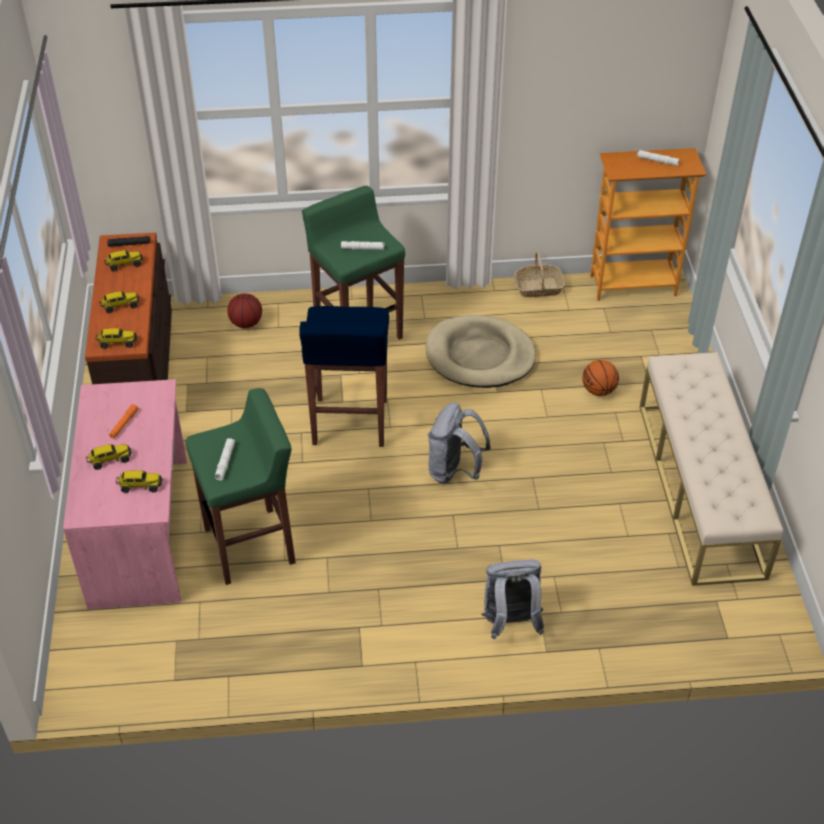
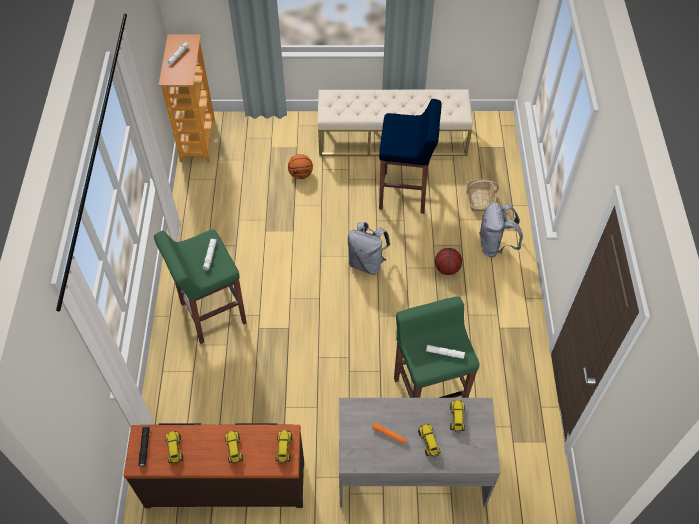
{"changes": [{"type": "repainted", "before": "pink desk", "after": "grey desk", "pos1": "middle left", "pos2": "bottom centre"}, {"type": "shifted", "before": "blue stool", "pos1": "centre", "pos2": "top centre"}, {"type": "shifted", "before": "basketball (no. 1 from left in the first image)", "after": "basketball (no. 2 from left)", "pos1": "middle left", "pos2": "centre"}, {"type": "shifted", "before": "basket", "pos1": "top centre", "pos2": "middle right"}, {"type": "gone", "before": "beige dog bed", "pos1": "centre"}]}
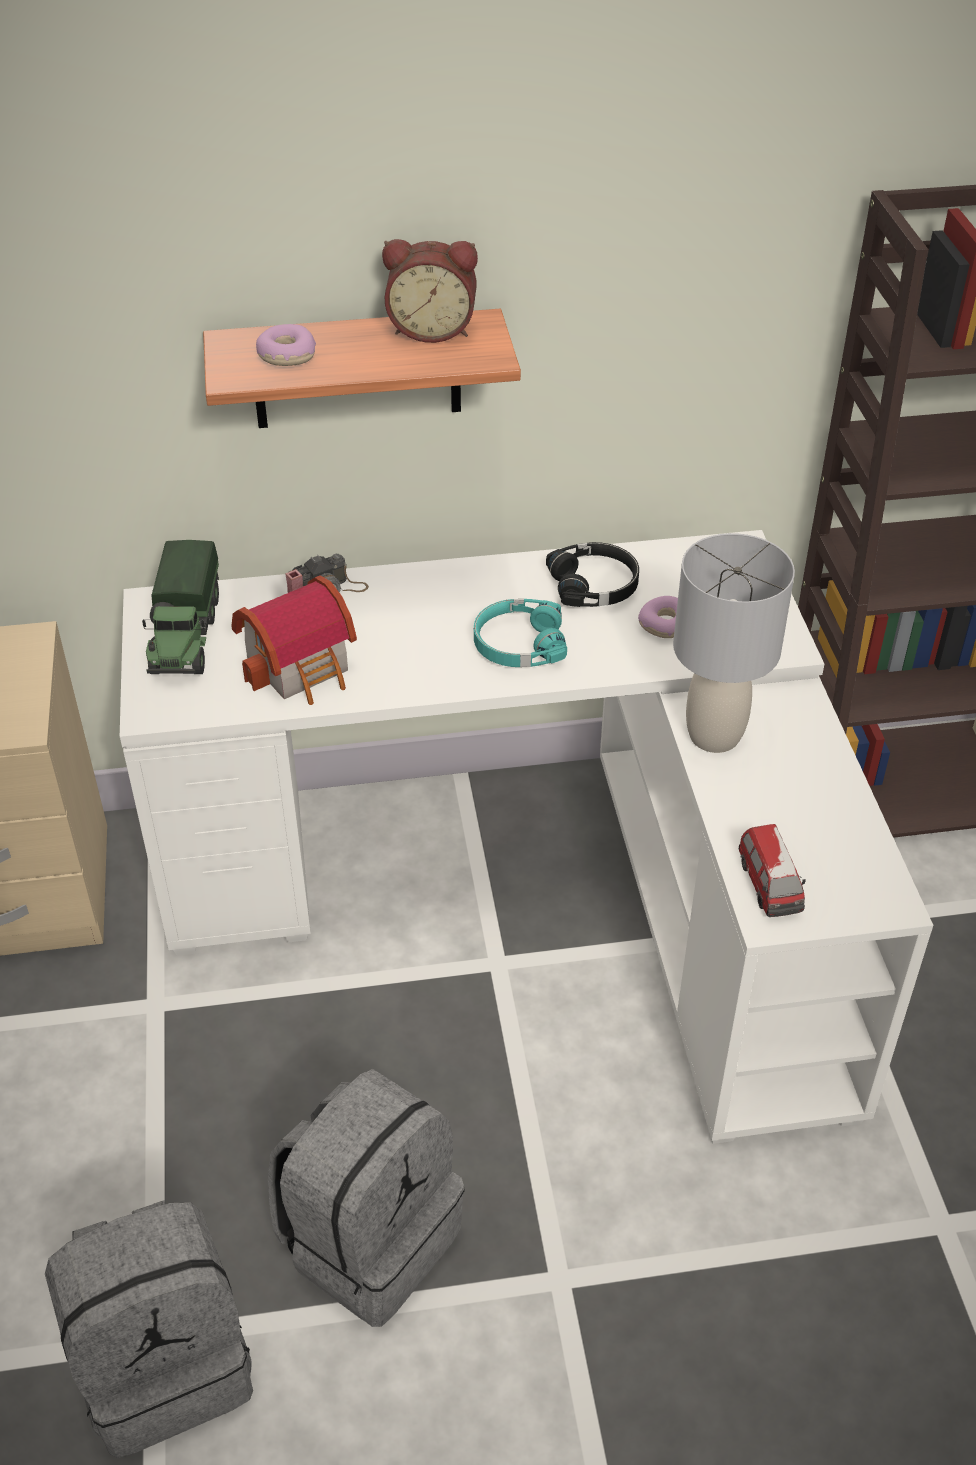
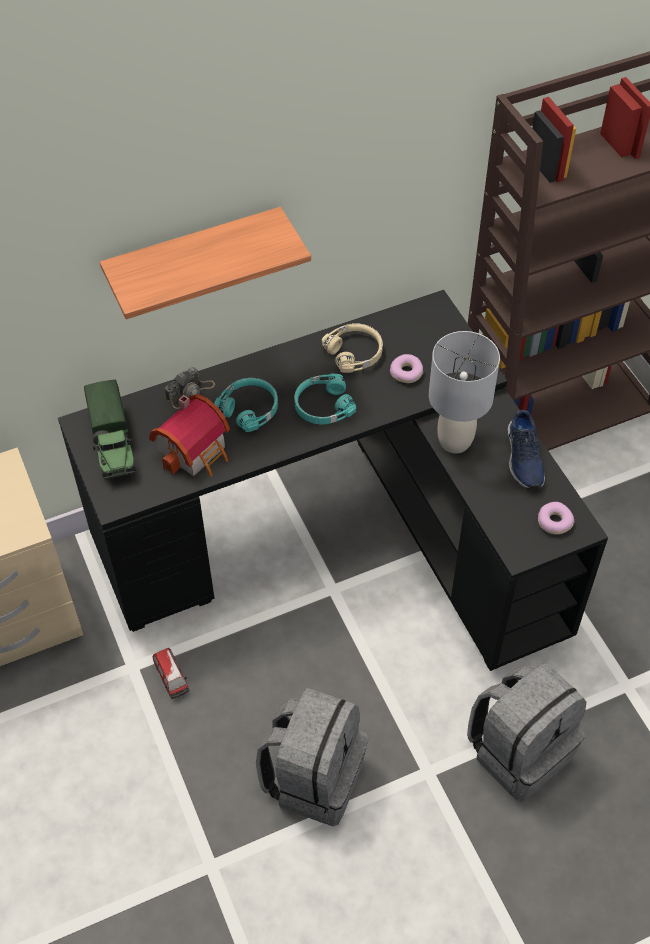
{"changes": [{"type": "repainted", "before": "white desk", "after": "black desk", "pos1": "centre", "pos2": "centre"}, {"type": "shifted", "before": "toy car", "pos1": "middle right", "pos2": "bottom left"}, {"type": "new", "after": "turquoise headphones (no. 1 from left)", "pos2": "centre"}, {"type": "repainted", "before": "black headphones", "after": "beige headphones", "pos1": "centre", "pos2": "centre"}, {"type": "shifted", "before": "grey backpack (no. 1 from left in the first image)", "after": "grey backpack (no. 2 from left)", "pos1": "bottom left", "pos2": "bottom right"}, {"type": "new", "after": "blue shoe", "pos2": "middle right"}, {"type": "shifted", "before": "donut (no. 1 from left in the first image)", "after": "donut (no. 2 from left)", "pos1": "top left", "pos2": "middle right"}, {"type": "gone", "before": "alarm clock", "pos1": "top centre"}]}
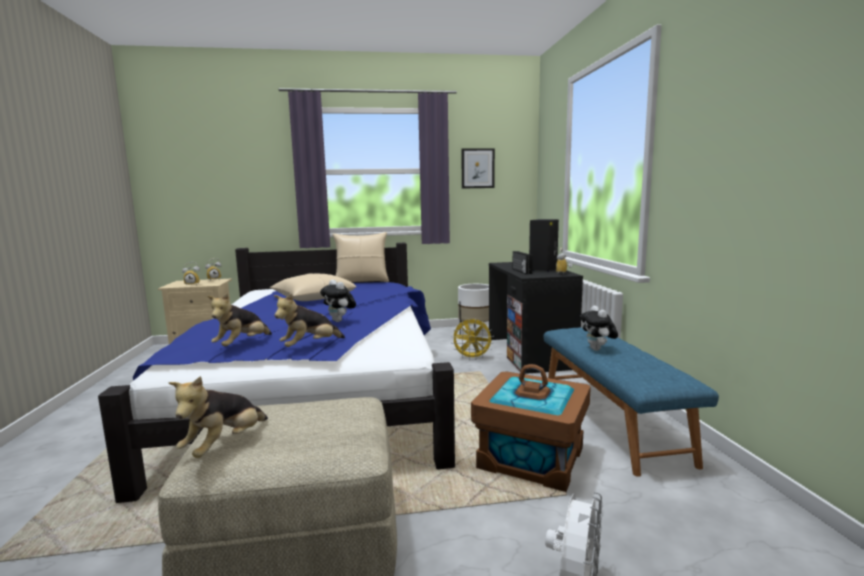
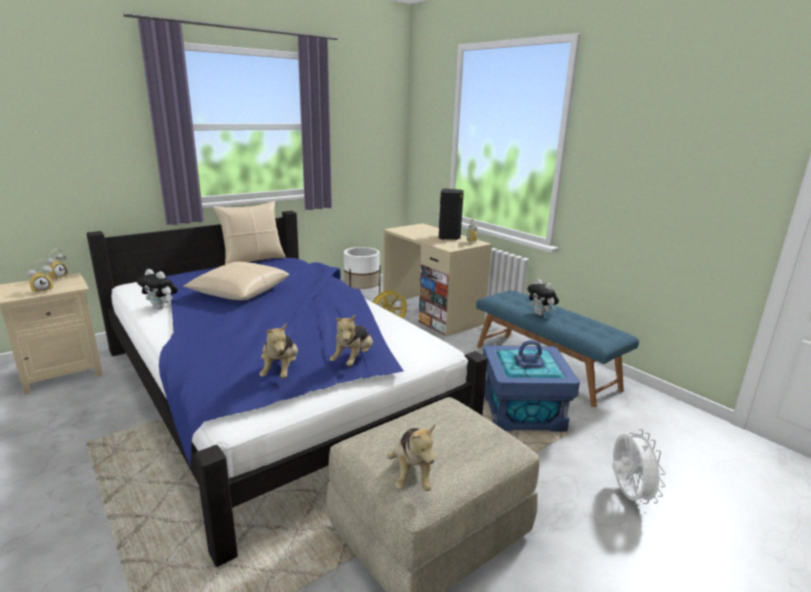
{"changes": [{"type": "shifted", "before": "plush toy (no. 4 from left in the first image)", "after": "plush toy (no. 1 from left)", "pos1": "centre", "pos2": "middle left"}, {"type": "repainted", "before": "black desk", "after": "beige desk", "pos1": "centre", "pos2": "centre"}, {"type": "repainted", "before": "brown storage box", "after": "blue storage box", "pos1": "bottom centre", "pos2": "centre"}, {"type": "gone", "before": "picture", "pos1": "top centre"}, {"type": "gone", "before": "radio", "pos1": "centre"}]}
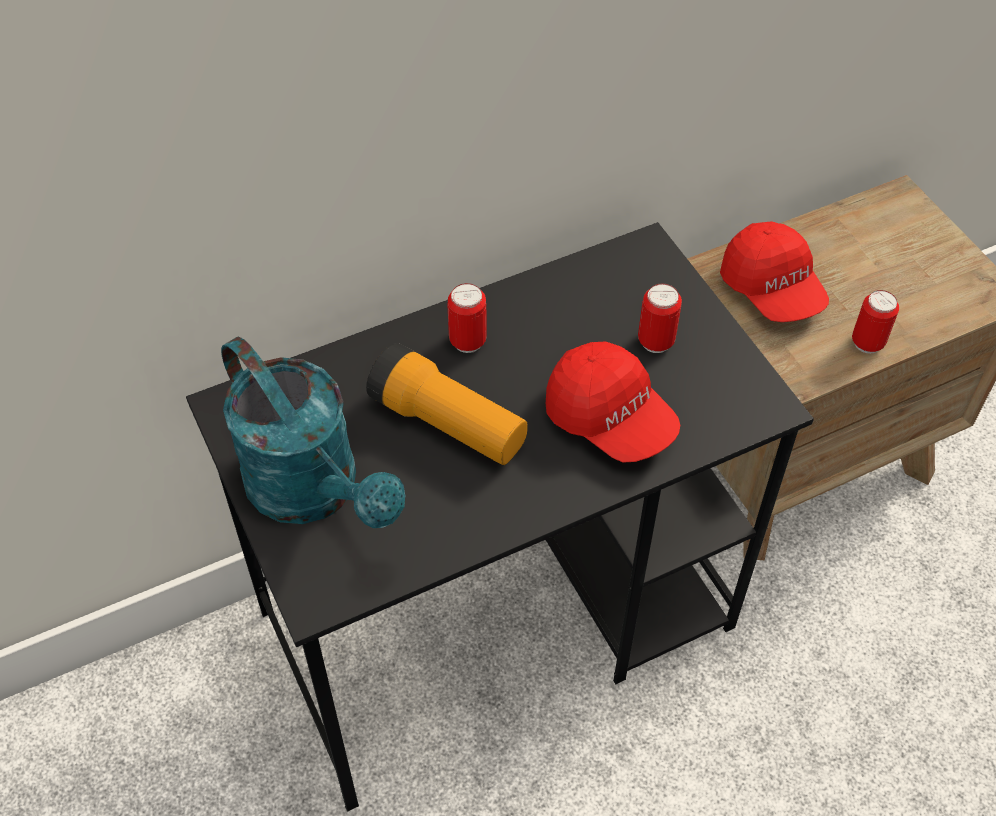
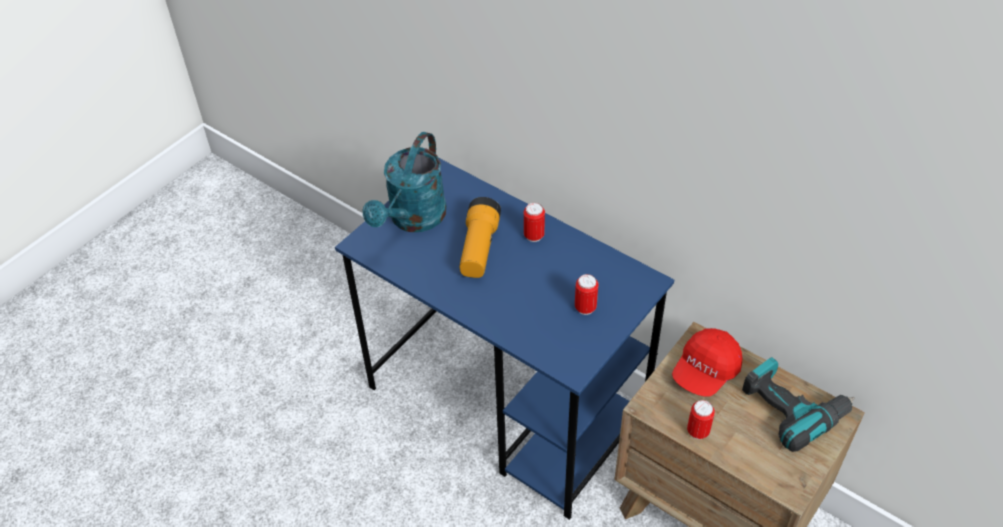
{"changes": [{"type": "repainted", "before": "black desk", "after": "blue desk", "pos1": "centre", "pos2": "centre"}, {"type": "new", "after": "power drill", "pos2": "bottom right"}, {"type": "gone", "before": "red cap (no. 1 from left)", "pos1": "centre"}]}
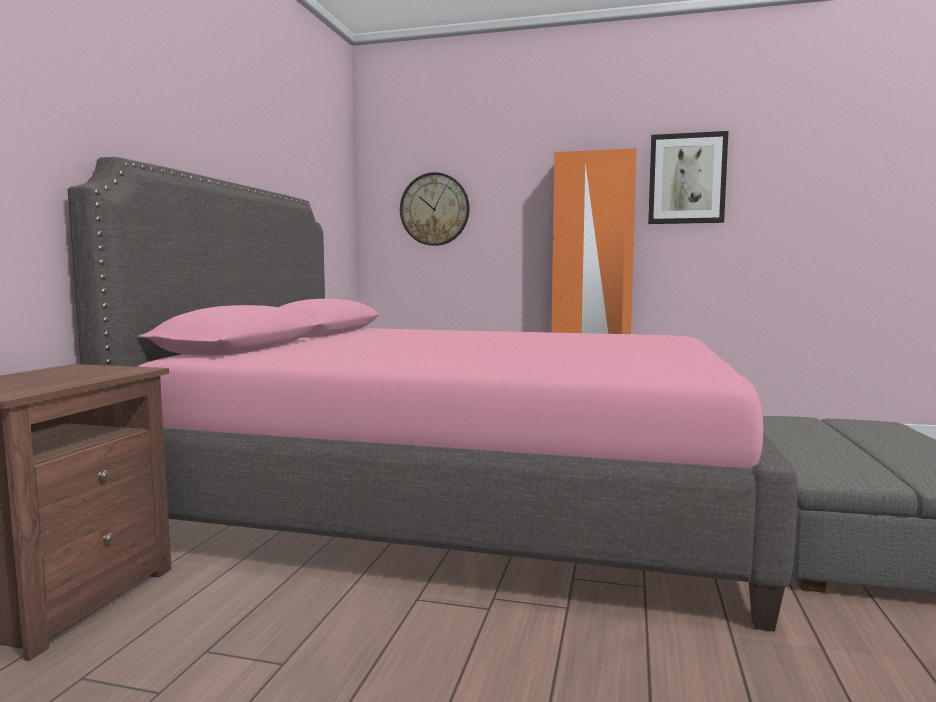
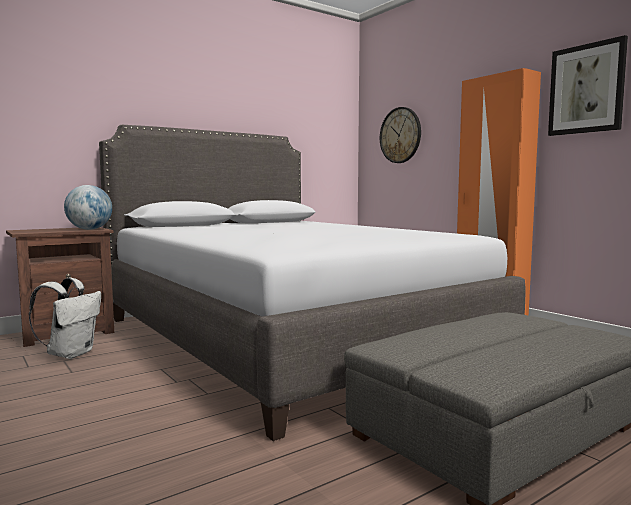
{"changes": [{"type": "new", "after": "white backpack", "pos2": "middle left"}, {"type": "new", "after": "globe", "pos2": "middle left"}, {"type": "repainted", "before": "pink bed", "after": "grey bed", "pos1": "centre", "pos2": "centre"}]}
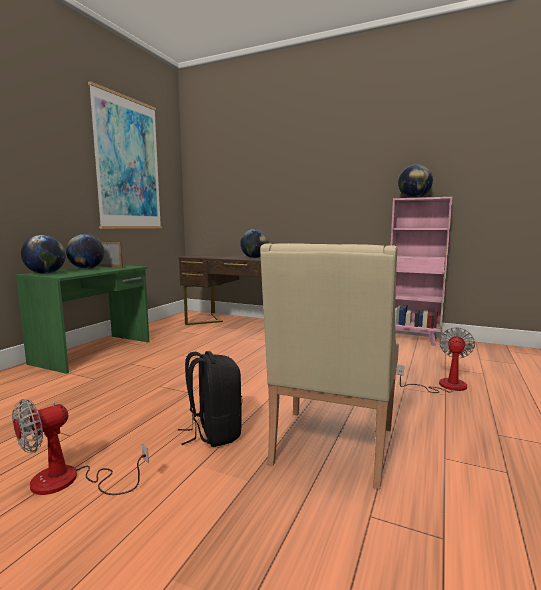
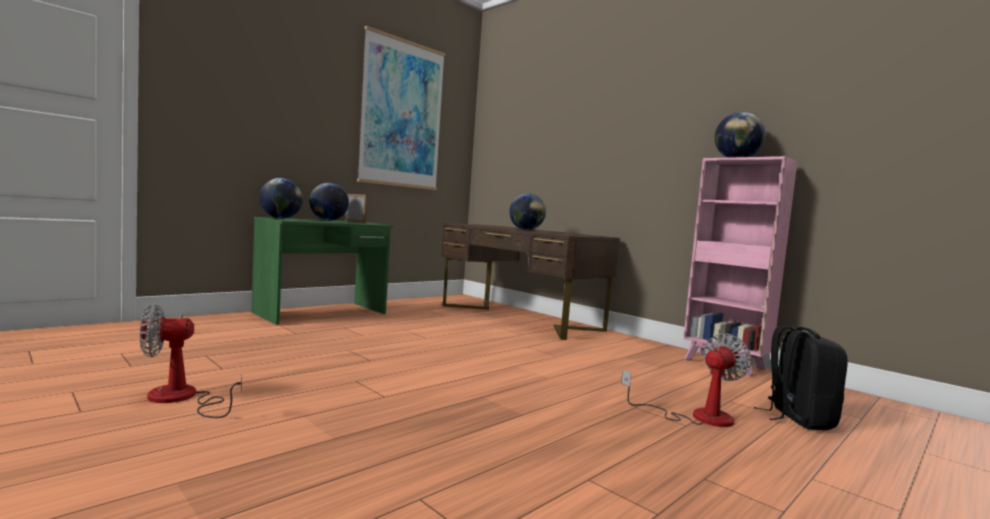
{"changes": [{"type": "shifted", "before": "black backpack", "pos1": "bottom centre", "pos2": "bottom right"}, {"type": "gone", "before": "beige armchair", "pos1": "centre"}]}
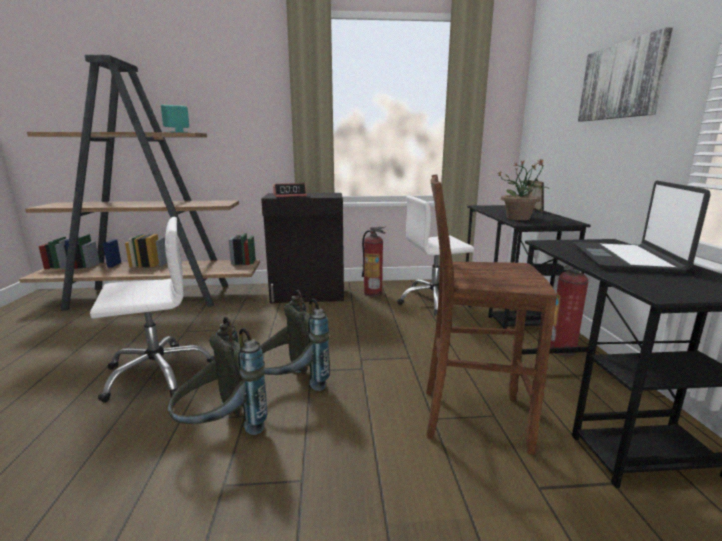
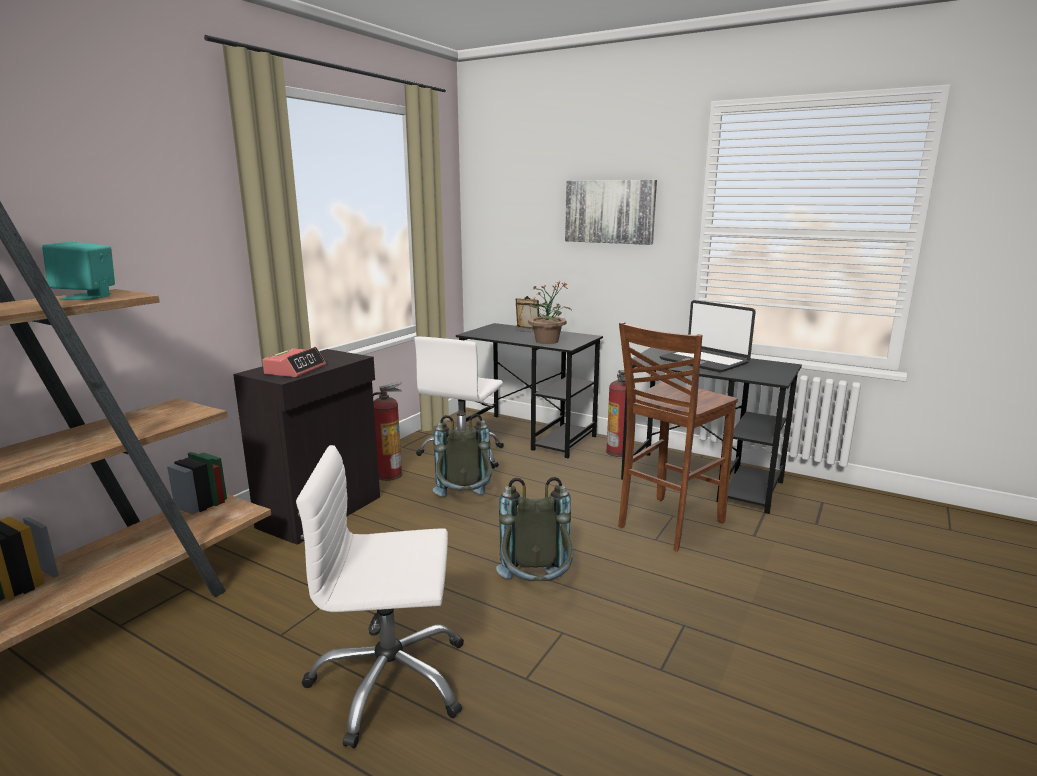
{"changes": [{"type": "rotated", "before": "white office chair (no. 1 from left)", "pos1": "middle left", "pos2": "bottom centre", "turn": -105}, {"type": "shifted", "before": "grey backpack (no. 1 from left)", "pos1": "bottom left", "pos2": "centre"}]}
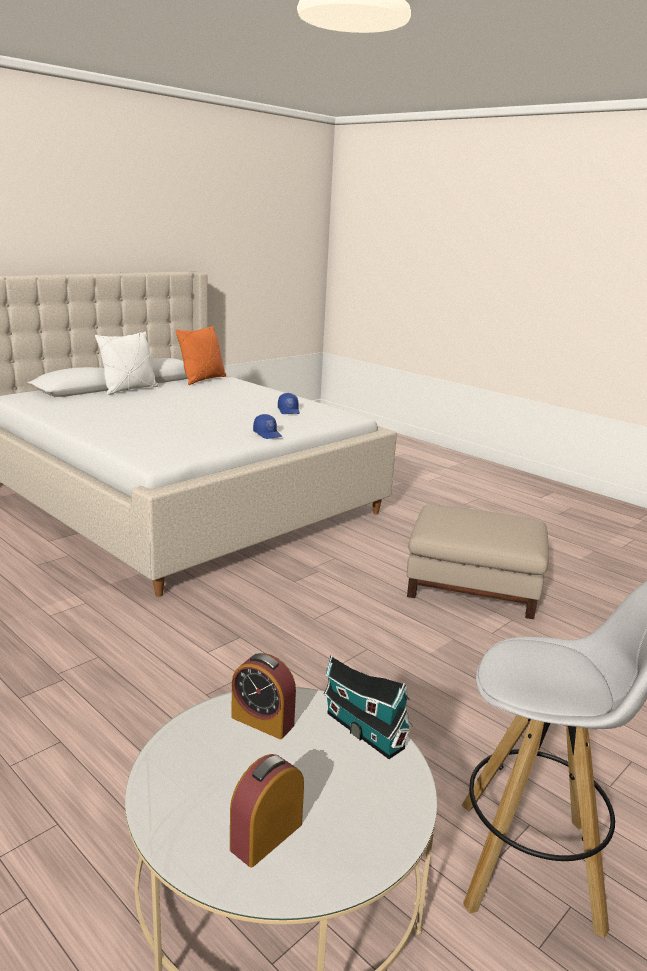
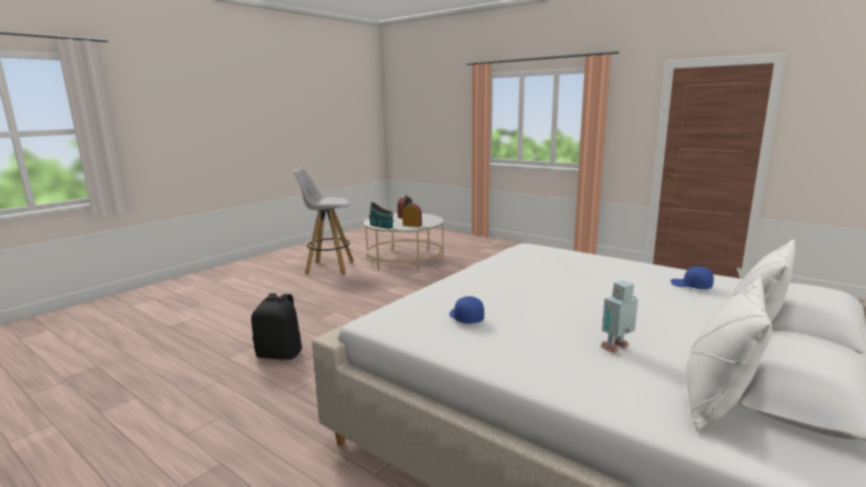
{"changes": [{"type": "swapped", "before": "beige ottoman", "after": "black backpack", "pos1": "middle right", "pos2": "bottom left"}, {"type": "new", "after": "toy robot", "pos2": "middle right"}, {"type": "shifted", "before": "blue cap (no. 1 from left in the first image)", "after": "blue cap (no. 2 from left)", "pos1": "centre", "pos2": "middle right"}, {"type": "repainted", "before": "orange pillow", "after": "white pillow (no. 1 from left)", "pos1": "middle left", "pos2": "bottom right"}]}
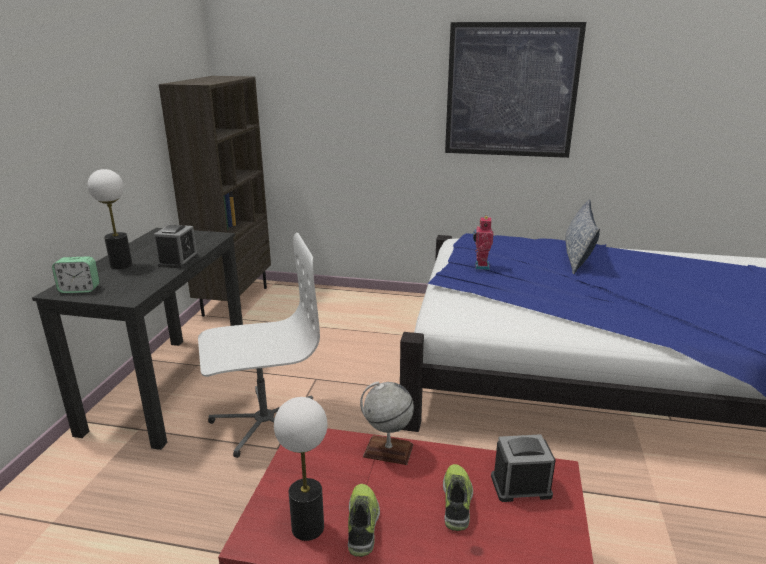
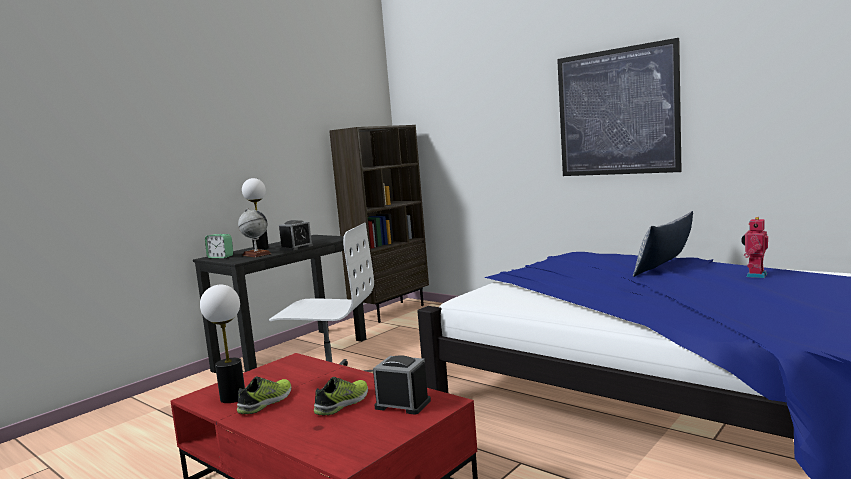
{"changes": [{"type": "shifted", "before": "globe", "pos1": "bottom centre", "pos2": "middle left"}, {"type": "shifted", "before": "toy robot", "pos1": "centre", "pos2": "middle right"}]}
